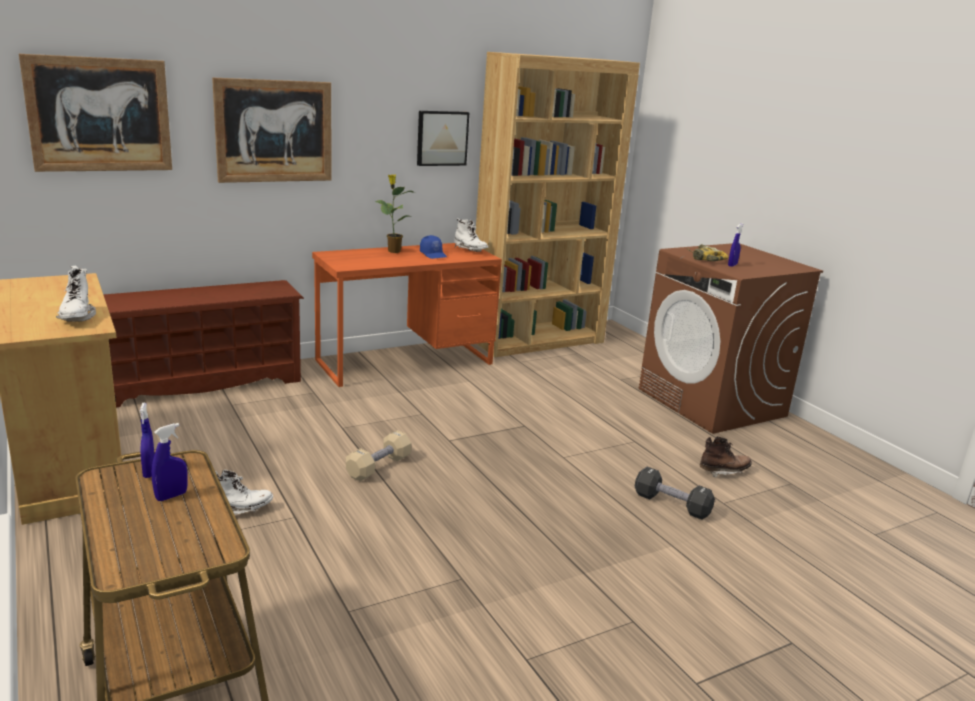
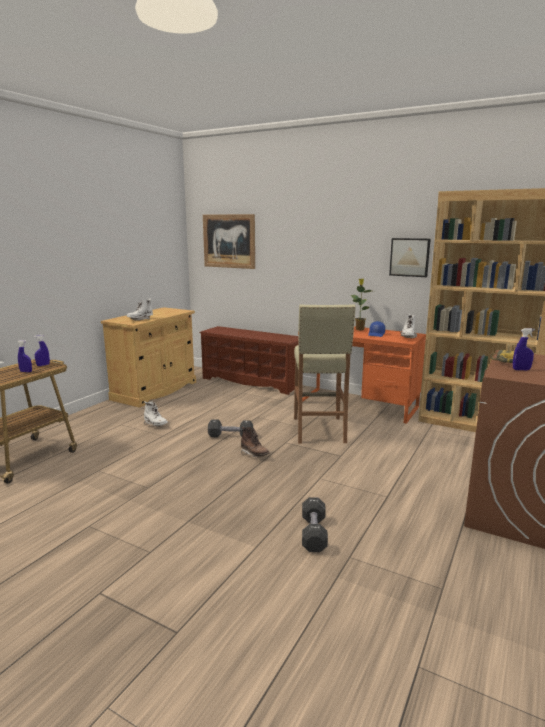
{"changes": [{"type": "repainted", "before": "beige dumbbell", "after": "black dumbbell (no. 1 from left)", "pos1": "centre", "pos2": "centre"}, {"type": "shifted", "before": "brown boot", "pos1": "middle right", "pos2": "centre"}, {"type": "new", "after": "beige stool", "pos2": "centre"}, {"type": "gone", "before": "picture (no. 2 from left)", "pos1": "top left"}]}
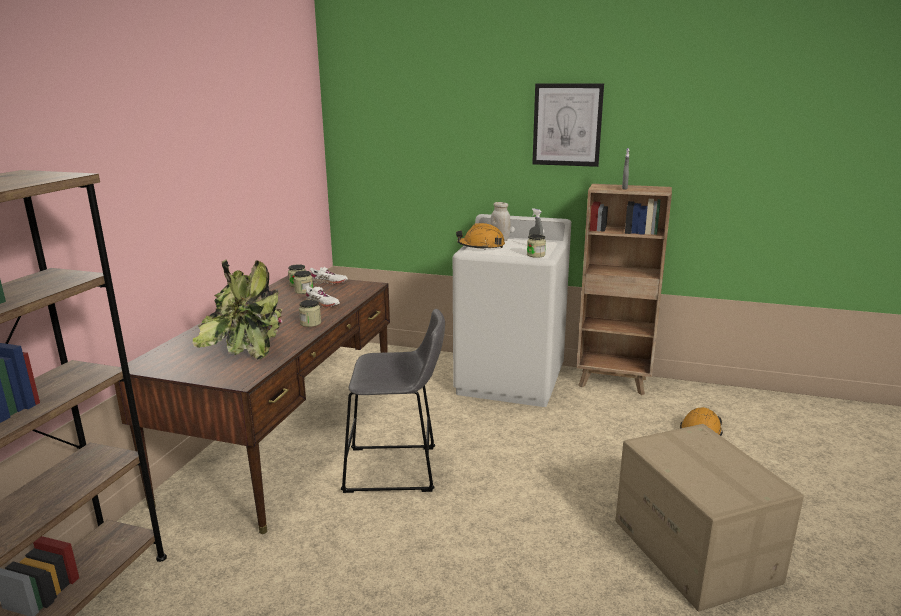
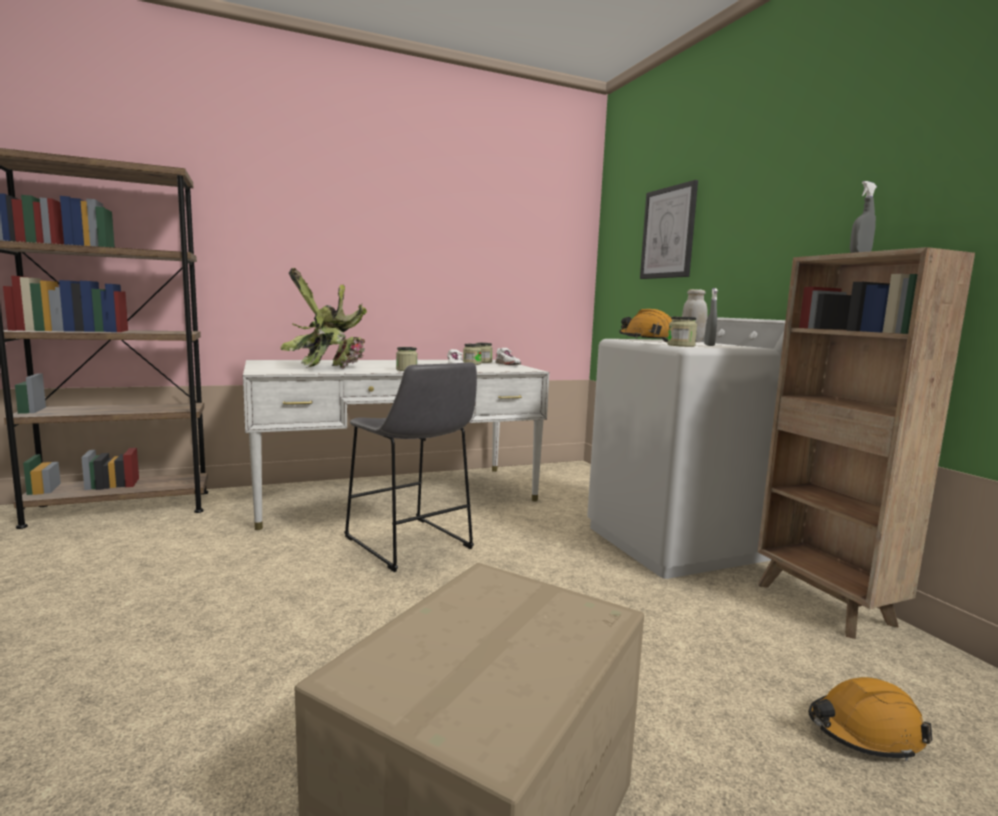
{"changes": [{"type": "repainted", "before": "brown desk", "after": "white desk", "pos1": "middle left", "pos2": "centre"}, {"type": "shifted", "before": "picture", "pos1": "top centre", "pos2": "top right"}]}
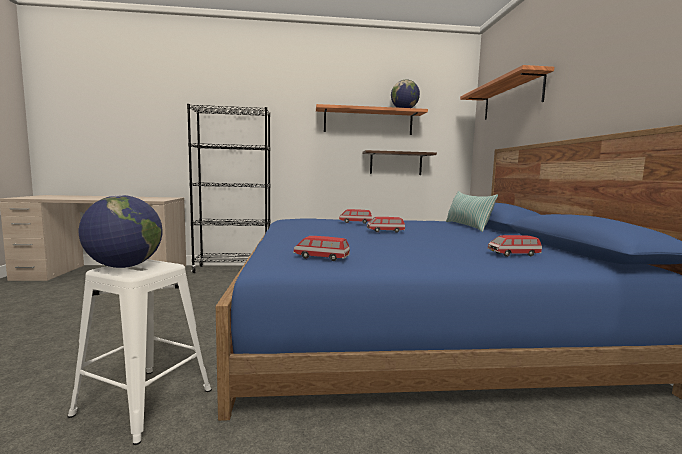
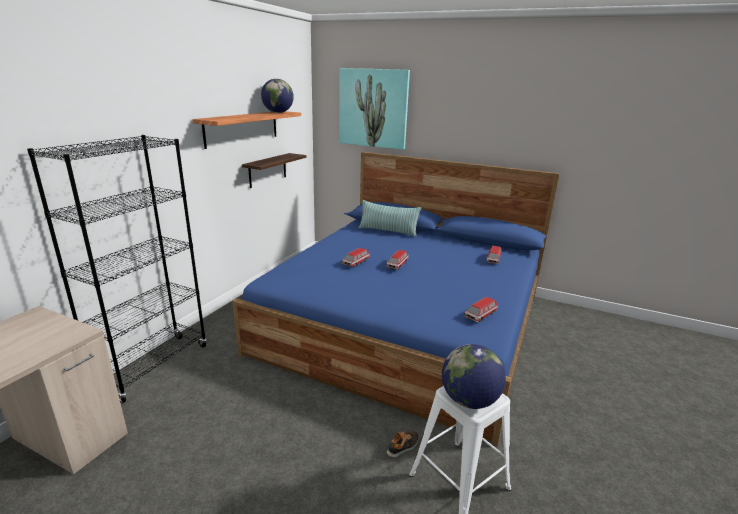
{"changes": [{"type": "swapped", "before": "shelf (no. 3 from left)", "after": "picture", "pos1": "top right", "pos2": "top centre"}, {"type": "new", "after": "shoe", "pos2": "bottom centre"}]}
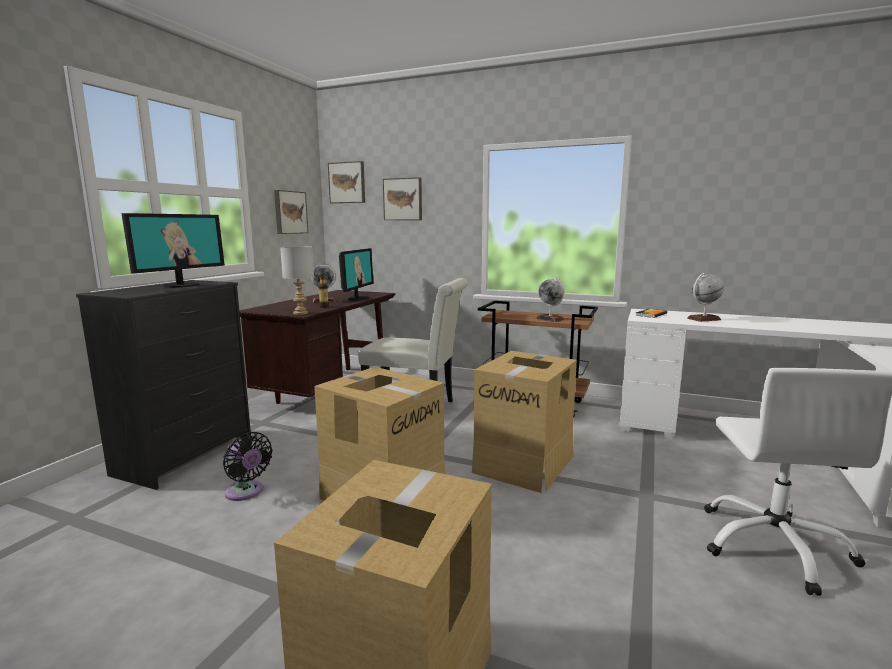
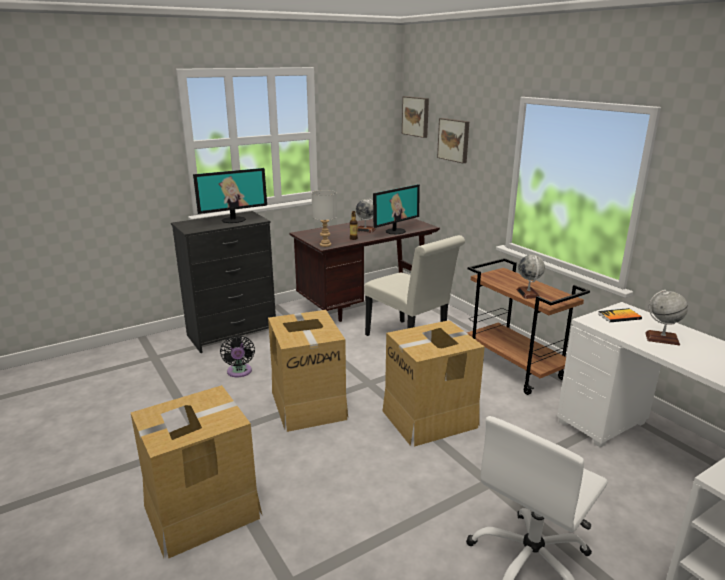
{"changes": [{"type": "gone", "before": "picture (no. 1 from left)", "pos1": "top left"}]}
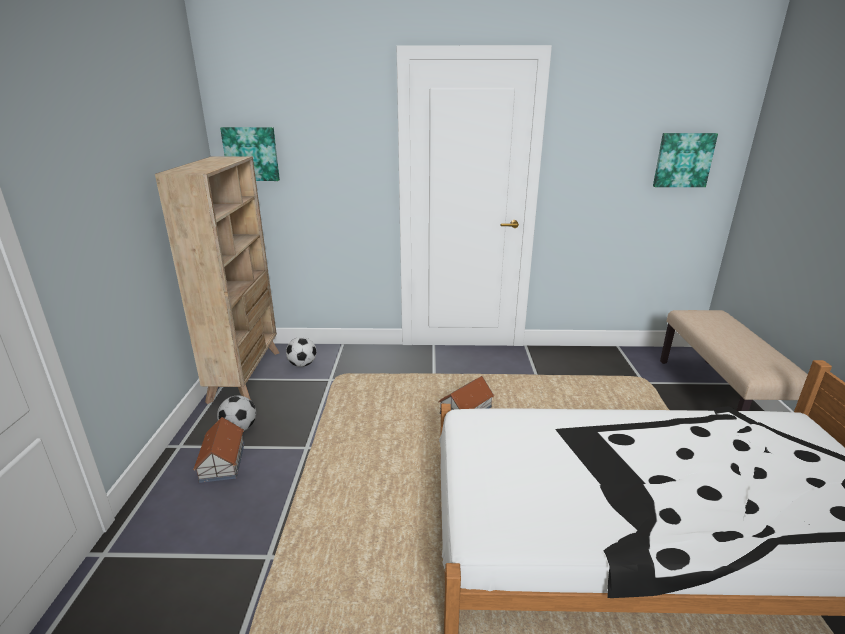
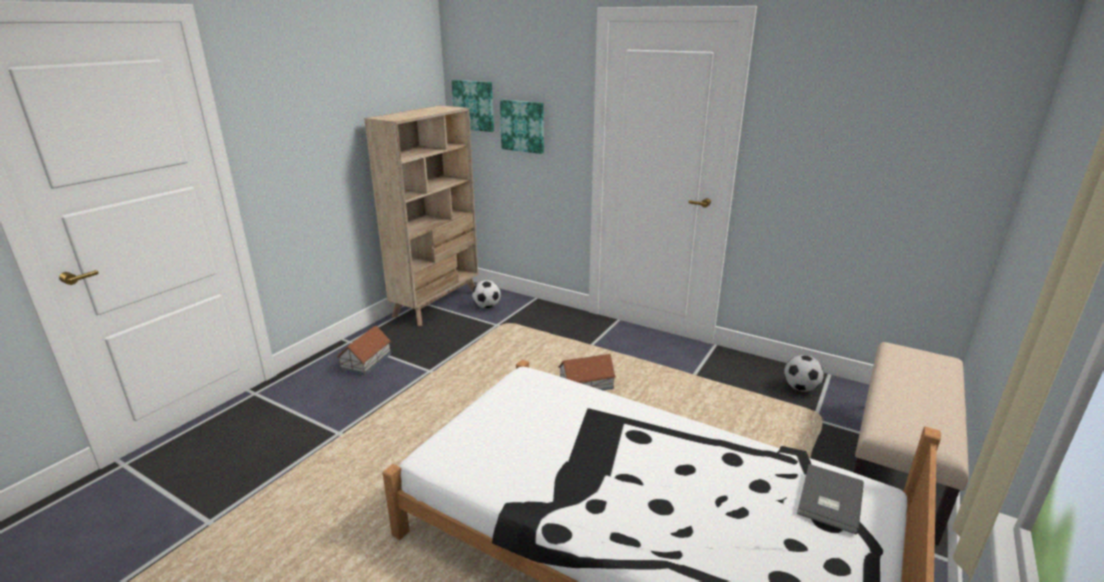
{"changes": [{"type": "shifted", "before": "picture (no. 2 from left)", "pos1": "top right", "pos2": "top centre"}, {"type": "shifted", "before": "football (no. 1 from left in the first image)", "after": "football (no. 2 from left)", "pos1": "middle left", "pos2": "middle right"}, {"type": "new", "after": "grey book", "pos2": "bottom right"}]}
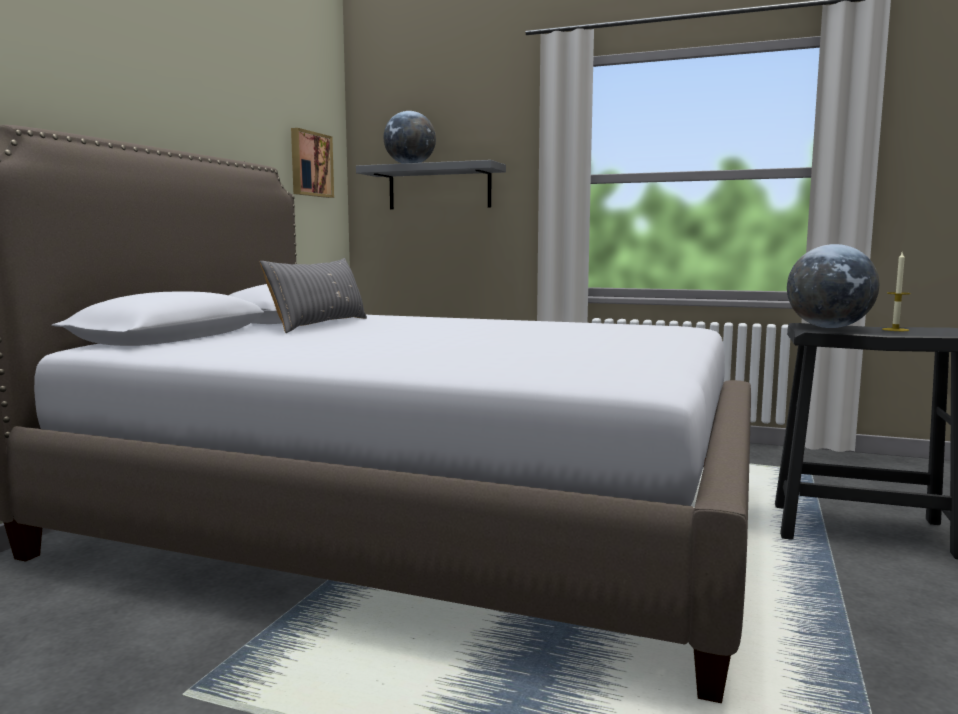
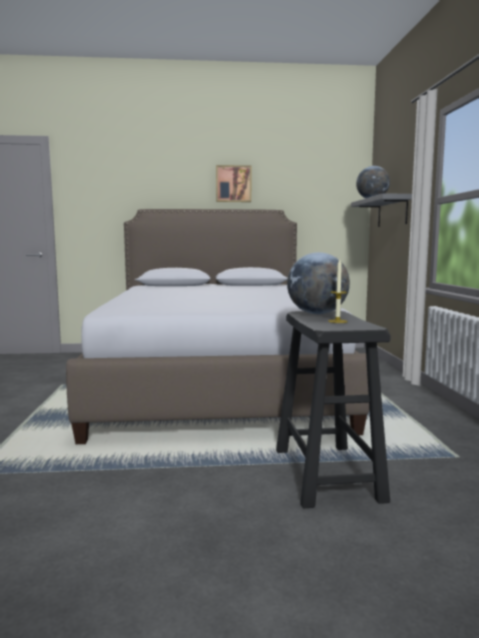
{"changes": [{"type": "shifted", "before": "picture", "pos1": "top left", "pos2": "top centre"}, {"type": "gone", "before": "grey pillow", "pos1": "middle left"}]}
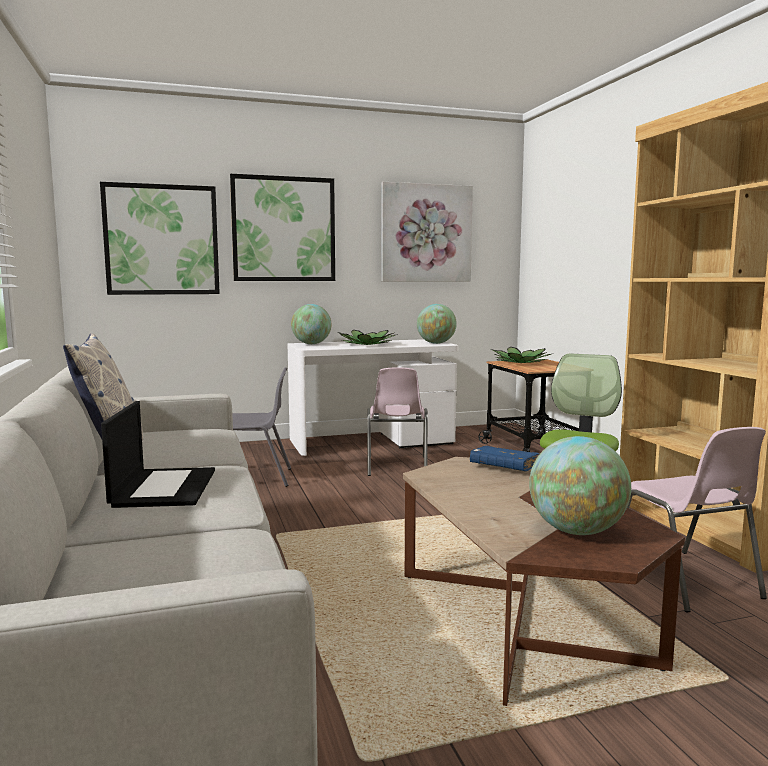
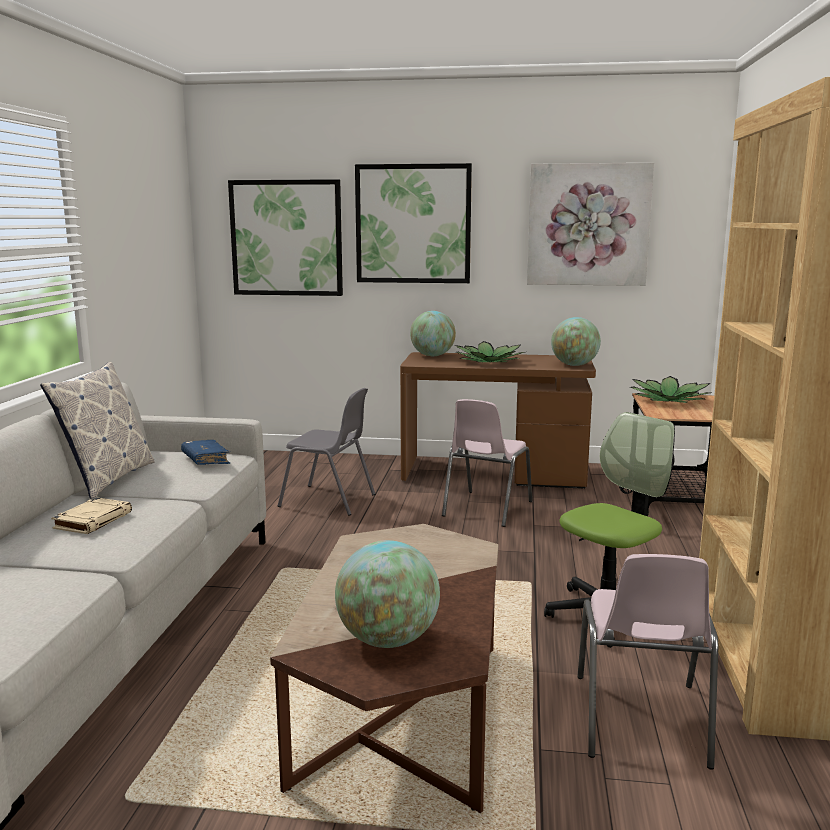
{"changes": [{"type": "swapped", "before": "laptop", "after": "beige book", "pos1": "middle left", "pos2": "middle left"}, {"type": "shifted", "before": "blue book", "pos1": "centre", "pos2": "middle left"}, {"type": "repainted", "before": "white desk", "after": "brown desk", "pos1": "centre", "pos2": "centre"}]}
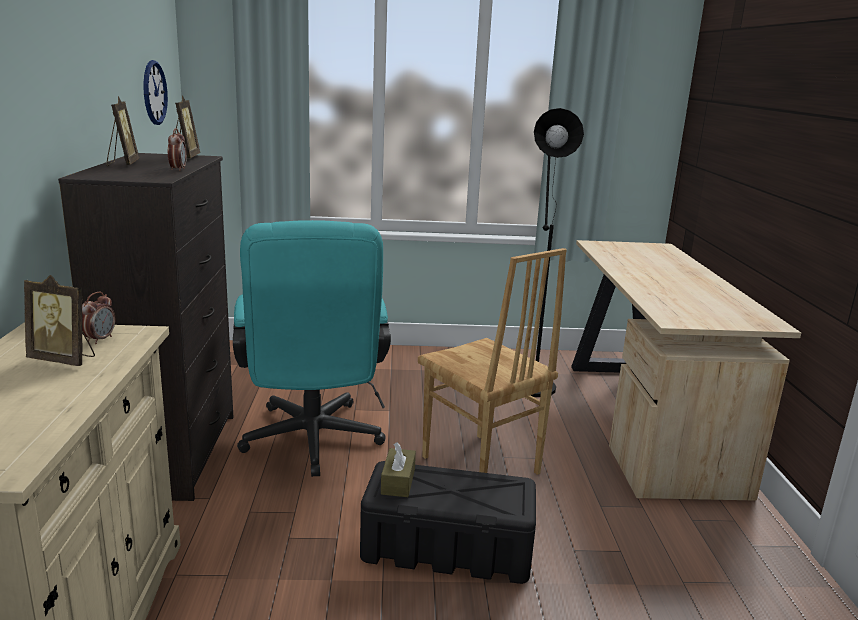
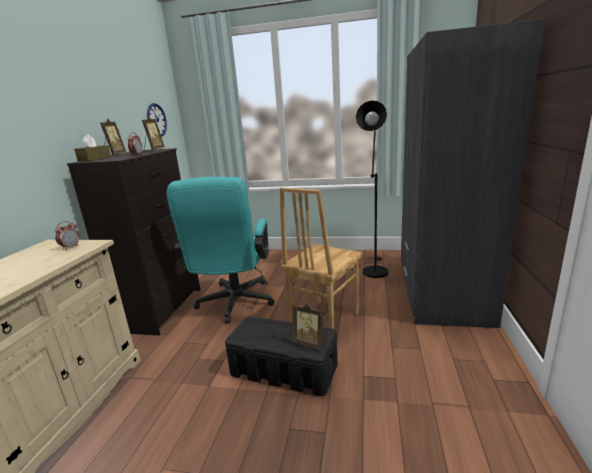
{"changes": [{"type": "shifted", "before": "brown tissue box", "pos1": "bottom centre", "pos2": "top left"}, {"type": "rotated", "before": "brown chair", "pos1": "centre", "pos2": "centre", "turn": 60}, {"type": "shifted", "before": "picture frame (no. 1 from left in the first image)", "after": "picture frame (no. 3 from left)", "pos1": "middle left", "pos2": "bottom centre"}, {"type": "swapped", "before": "beige desk", "after": "grey wardrobe", "pos1": "middle right", "pos2": "middle right"}]}
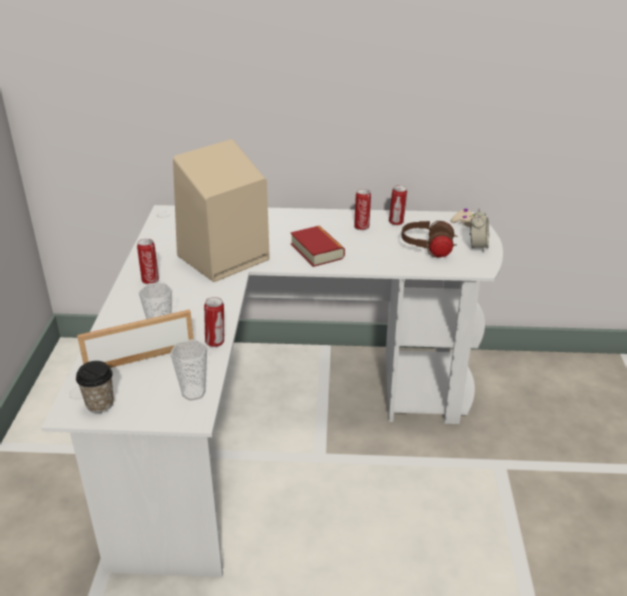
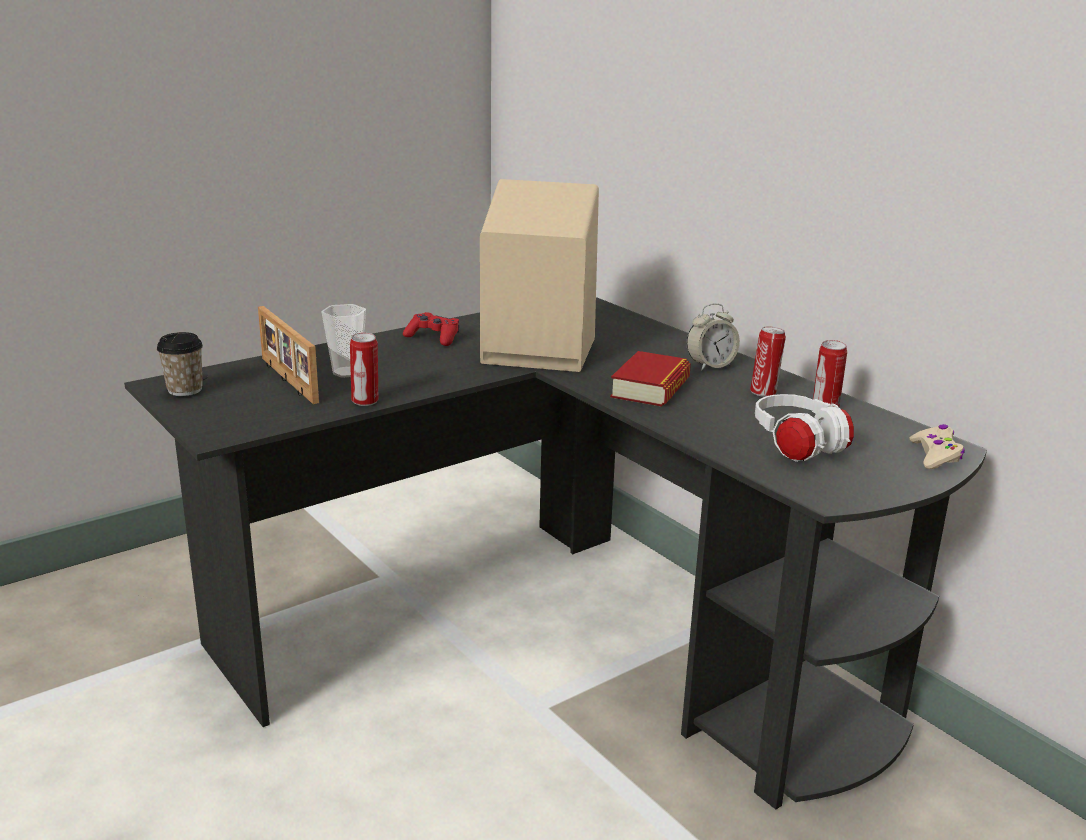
{"changes": [{"type": "repainted", "before": "white desk", "after": "black desk", "pos1": "centre", "pos2": "centre"}, {"type": "rotated", "before": "picture frame", "pos1": "middle left", "pos2": "middle left", "turn": -150}, {"type": "swapped", "before": "can (no. 1 from left)", "after": "red game controller", "pos1": "middle left", "pos2": "centre"}, {"type": "shifted", "before": "alarm clock", "pos1": "middle right", "pos2": "centre"}, {"type": "repainted", "before": "brown headphones", "after": "white headphones", "pos1": "middle right", "pos2": "middle right"}, {"type": "gone", "before": "cup (no. 3 from left)", "pos1": "middle left"}]}
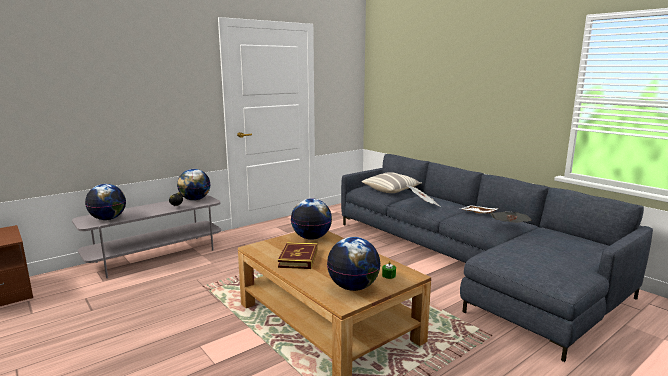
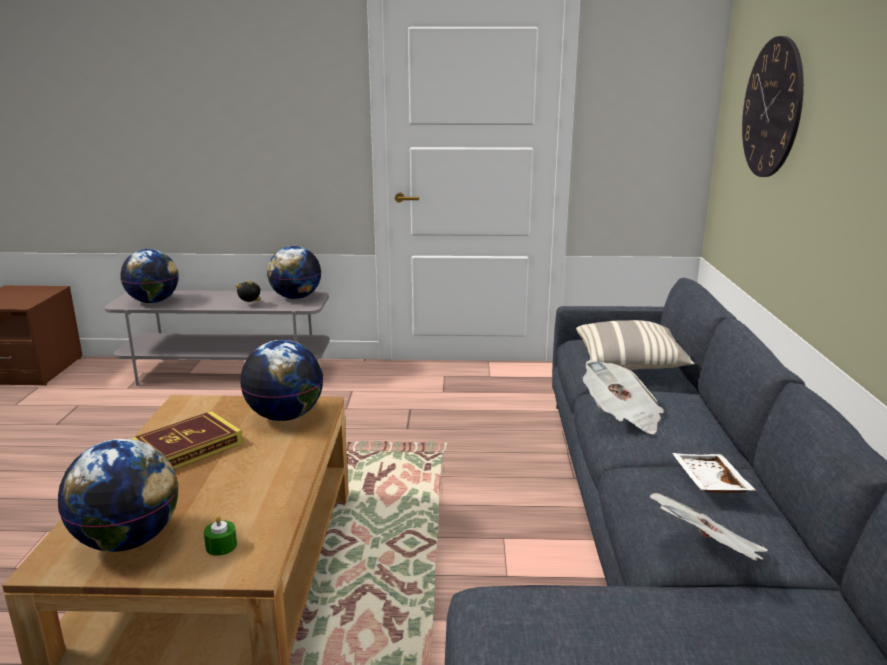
{"changes": [{"type": "new", "after": "wall clock", "pos2": "top right"}]}
